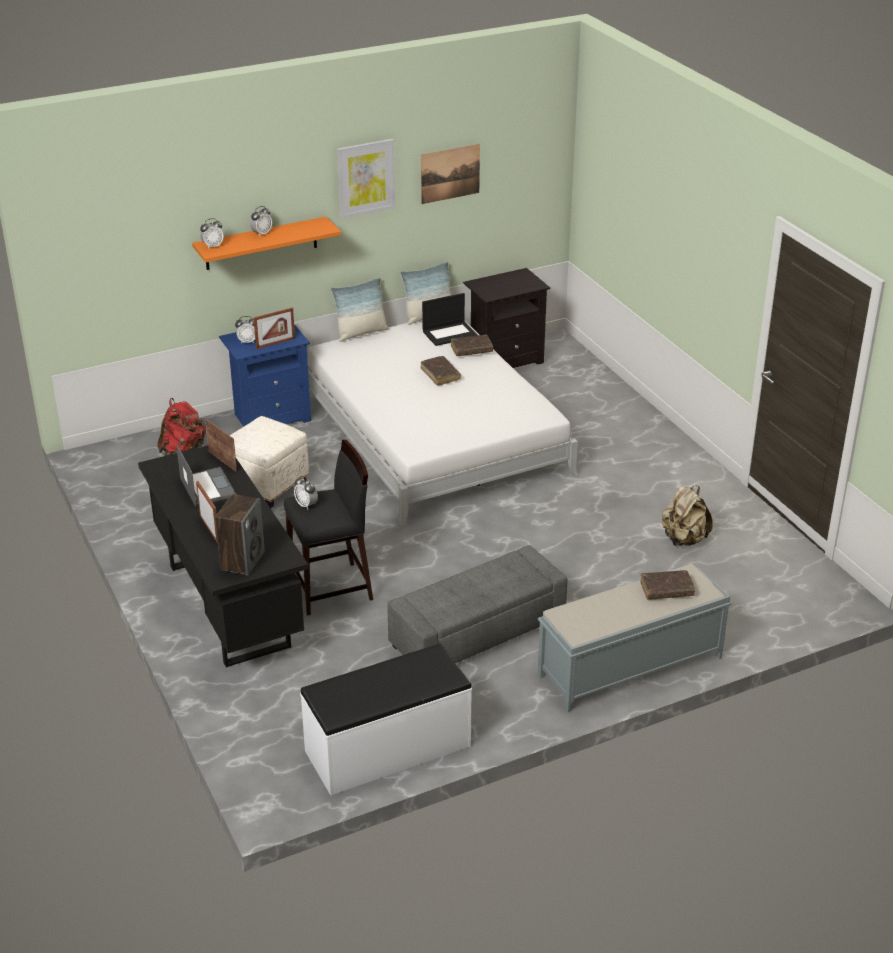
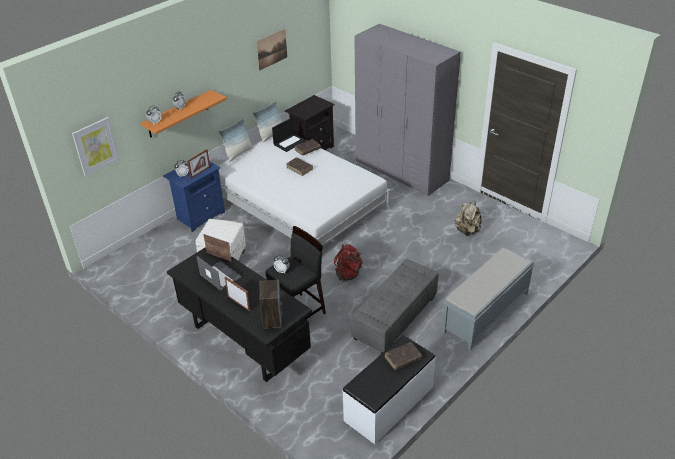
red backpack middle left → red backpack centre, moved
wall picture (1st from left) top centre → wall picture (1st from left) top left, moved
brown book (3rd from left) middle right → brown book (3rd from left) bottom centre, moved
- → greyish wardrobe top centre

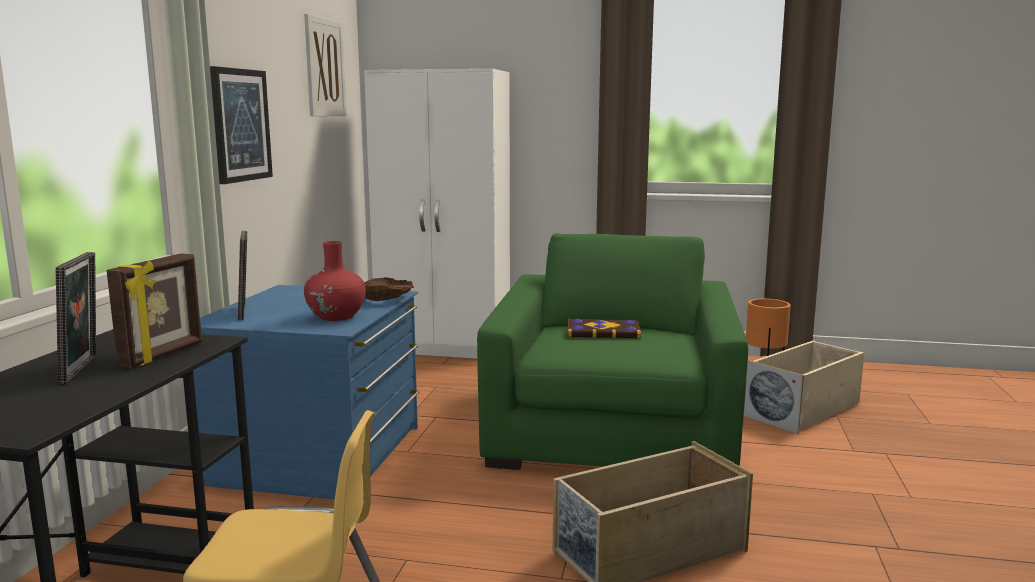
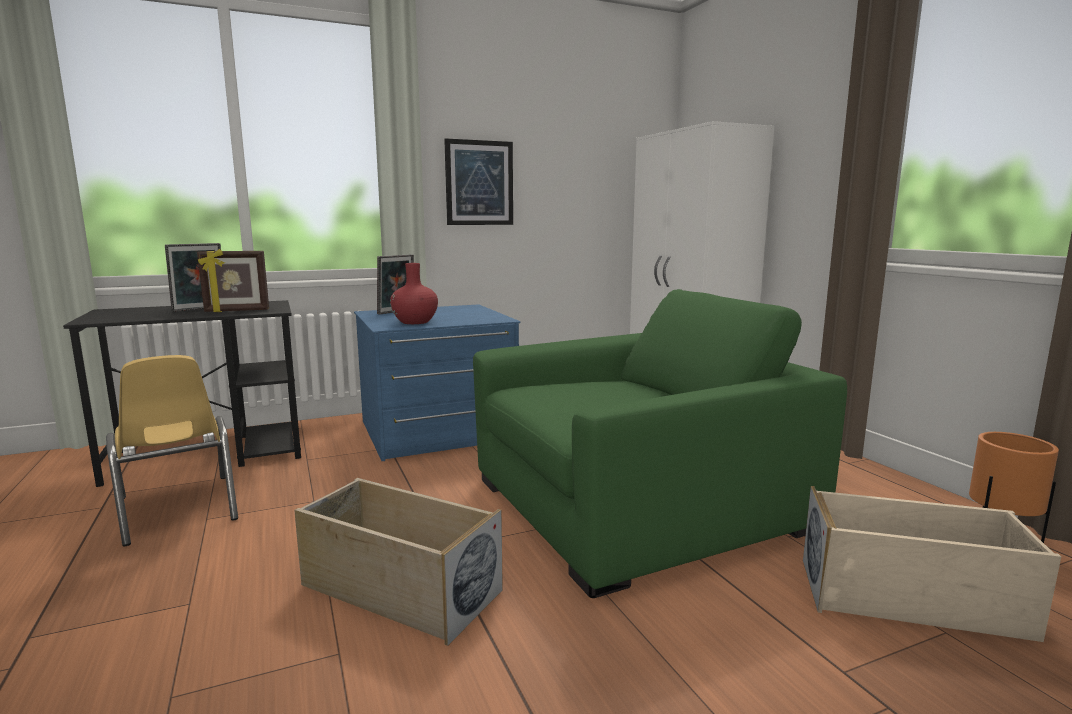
wall picture (2nd from left) top left → -
brown serving bowl centre → -
book centre → -

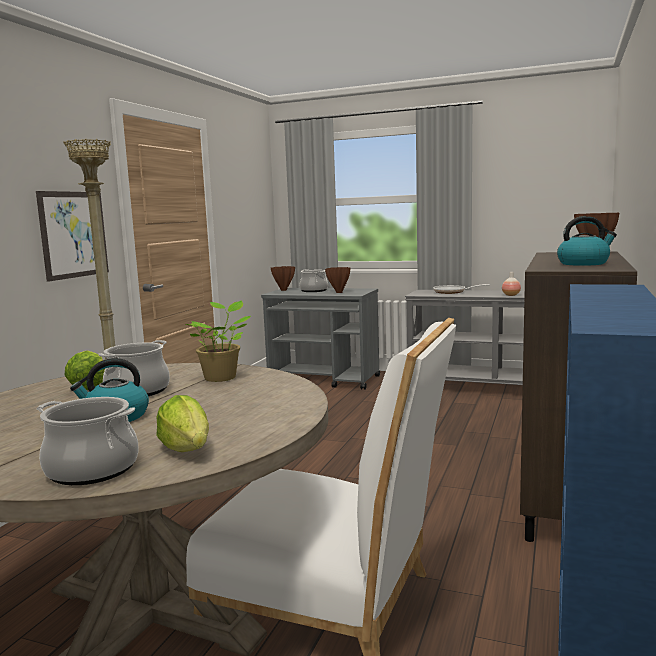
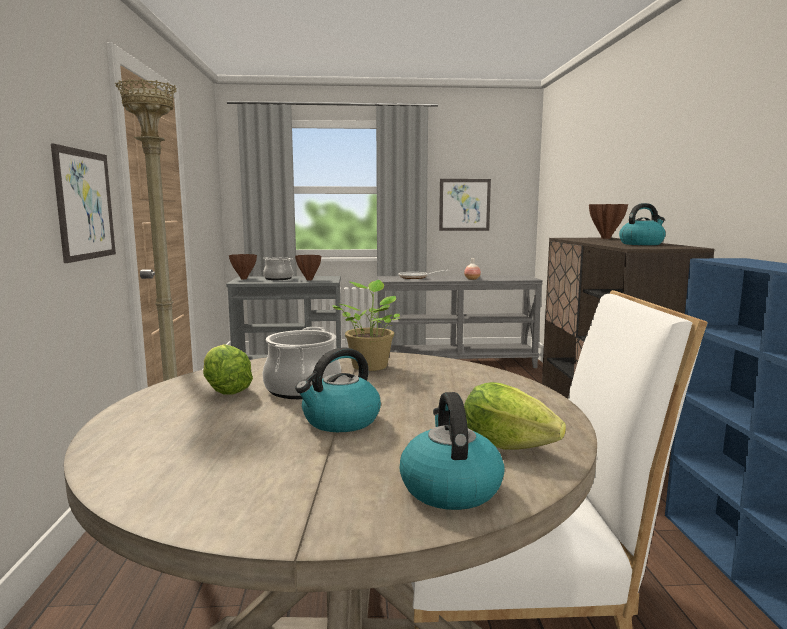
stockpot (1st from left) bottom left → tea kettle (2nd from left) bottom centre
- → wall picture (2nd from left) top centre

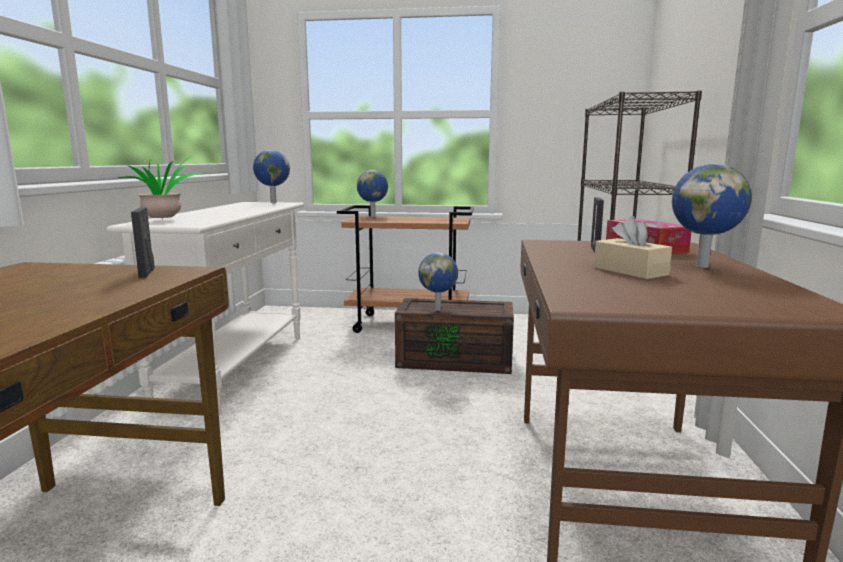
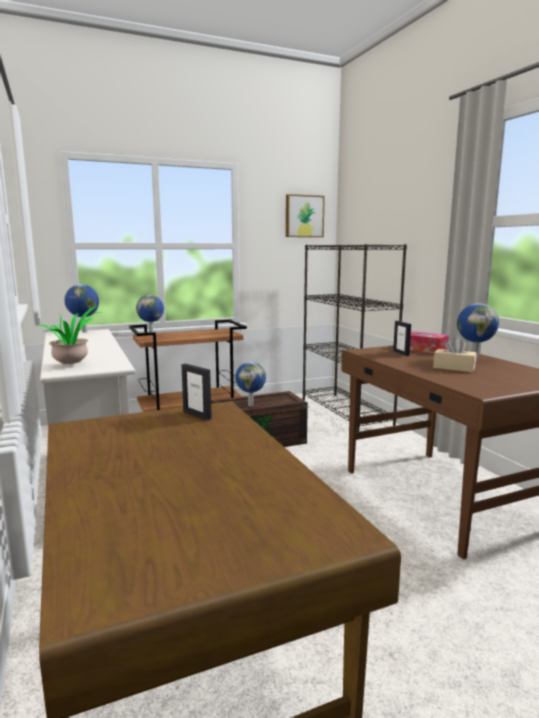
- → wall picture top centre

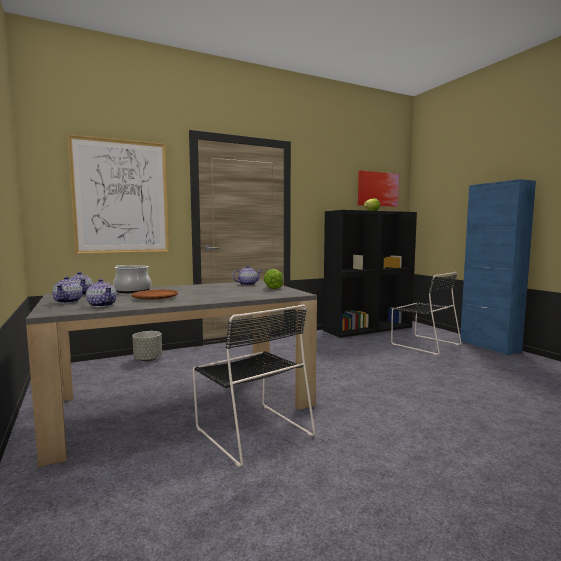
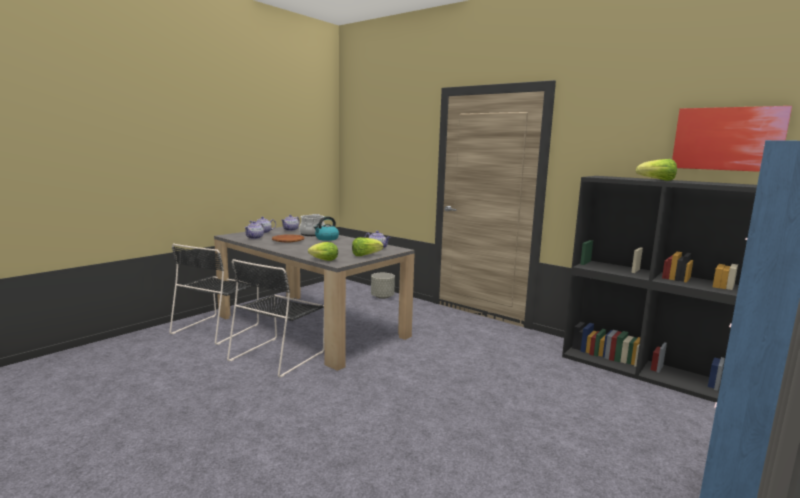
wall picture (1st from left) middle left → -
black plain chair (2nd from left in the first image) middle right → black plain chair (1st from left) middle left, moved
- → lettuce (1st from left) centre
- → tea kettle centre

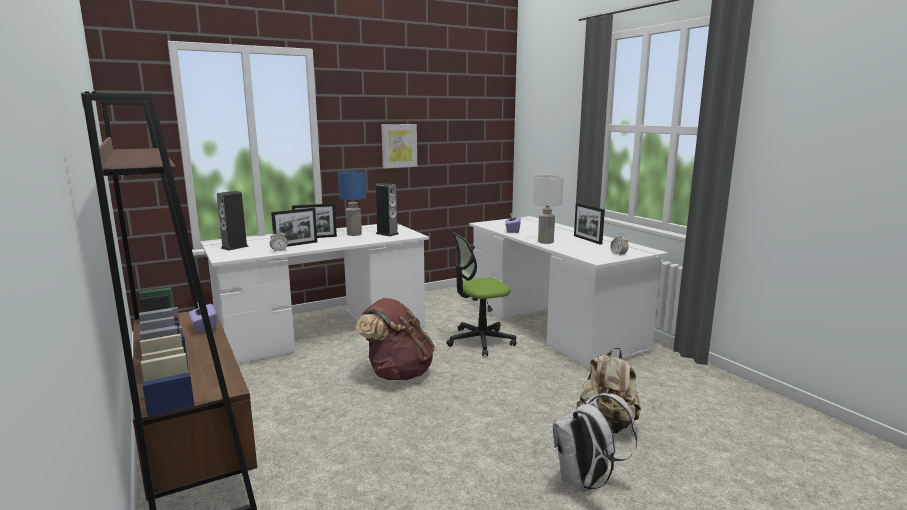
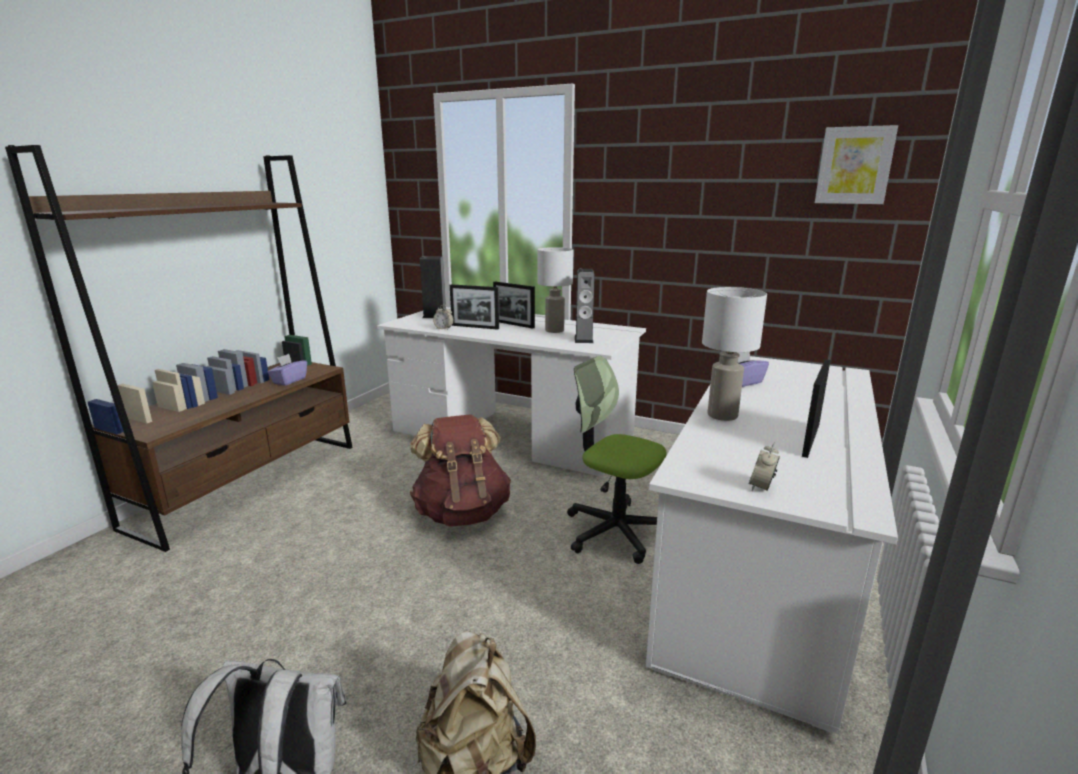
bluish tabletop lamp centre → white-coloured tabletop lamp (1st from left) centre
wall picture top centre → wall picture top right, moved

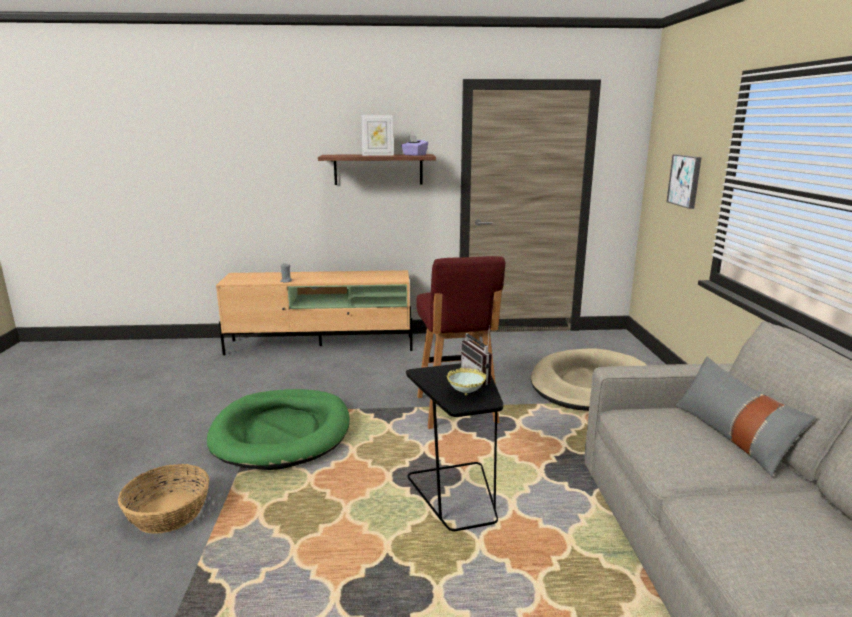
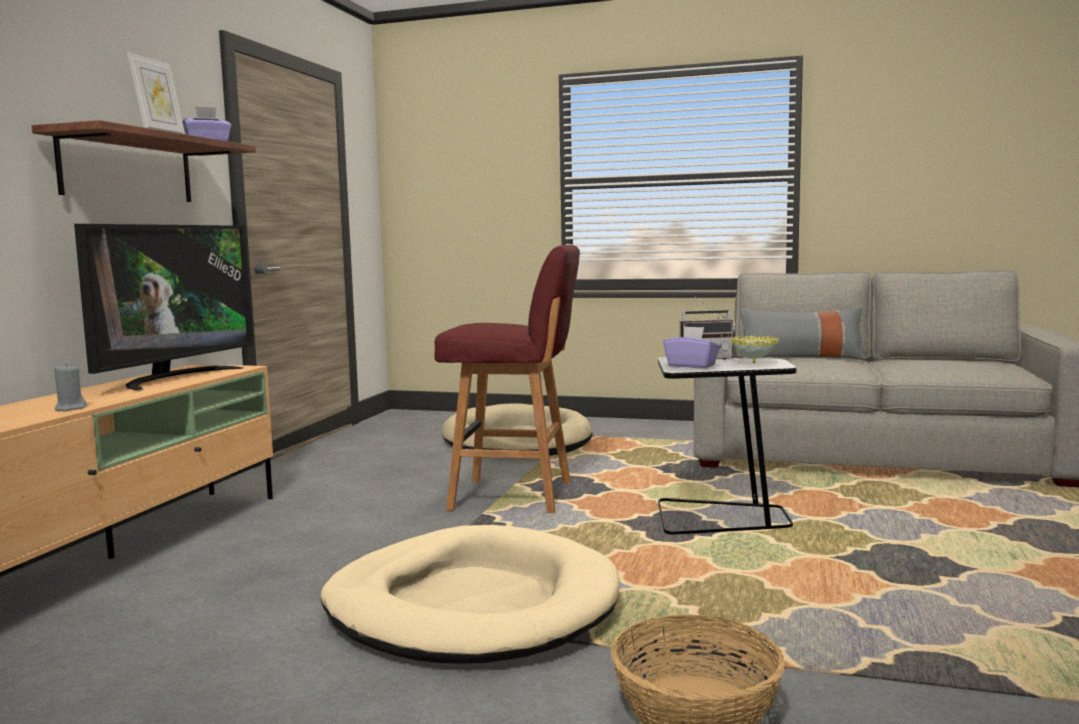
green pet bed bottom left → sand-coloured pet bed (1st from left) bottom centre
wall picture top right → -
- → TV set middle left
- → purplish tissue holder (2nd from left) centre

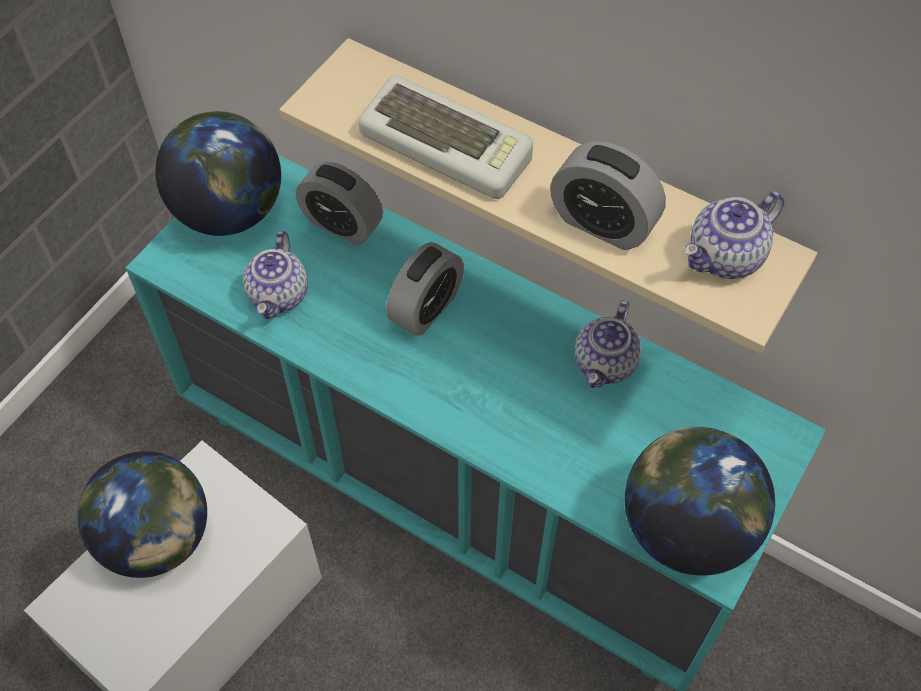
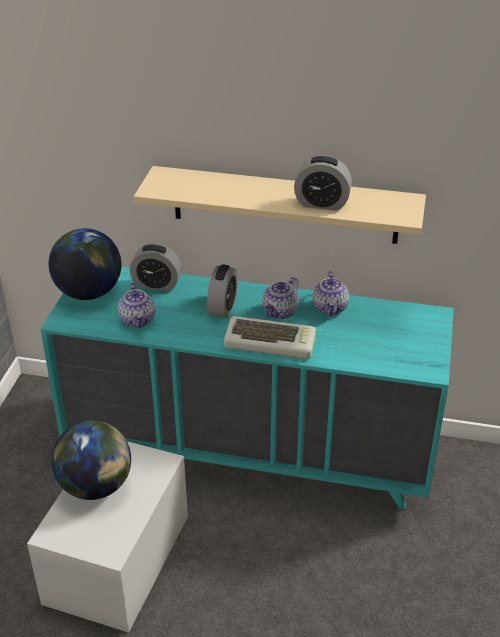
keyboard top centre → keyboard centre, moved
desk globe (3rd from left) bottom right → -
pot for tea (3rd from left in the first image) middle right → pot for tea (2nd from left) centre, moved

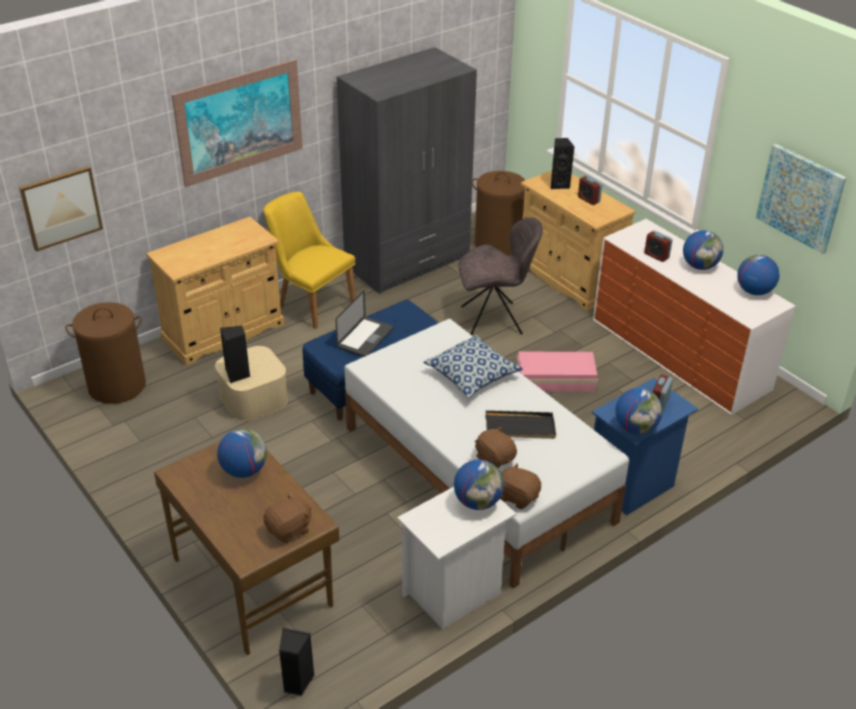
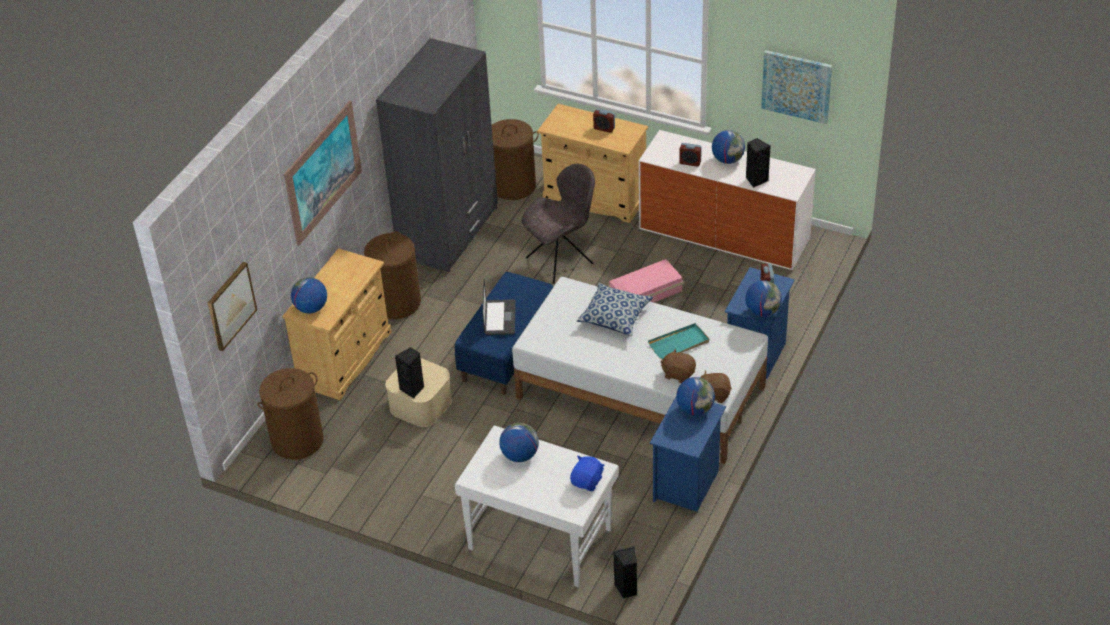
brown desk unit bottom left → white-coloured desk unit bottom centre
yellowish plain chair centre → brown washing basket (2nd from left) centre
brown soft toy (1st from left) bottom centre → bluish soft toy bottom centre
white-coloured bedside table bottom centre → bluish bedside table (1st from left) bottom centre
black serving tray centre → turquoise serving tray centre
black speaker (3rd from left) top centre → black speaker (3rd from left) top right, moved
desk globe (5th from left in the first image) middle right → desk globe (1st from left) middle left, moved

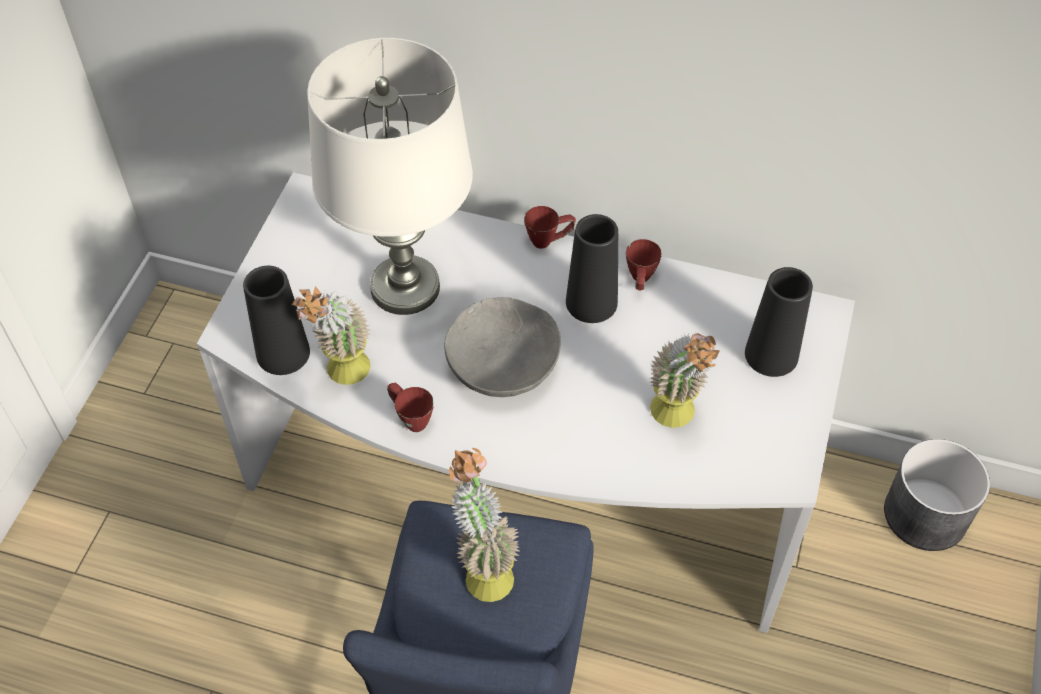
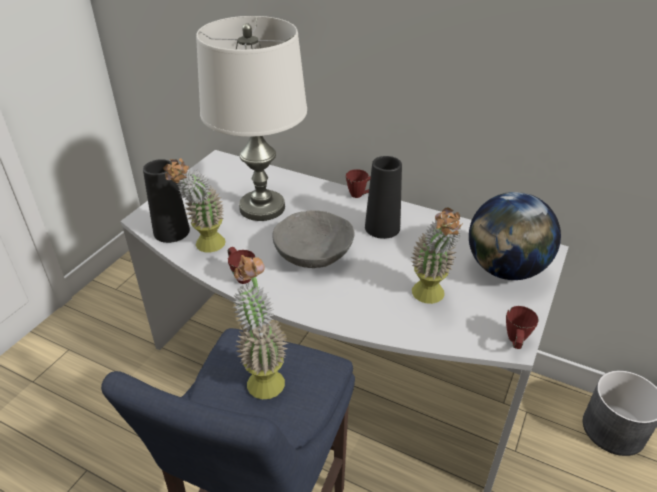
red tea mug (3rd from left) centre → red tea mug (3rd from left) middle right, moved
black vase (3rd from left) middle right → desk globe middle right

